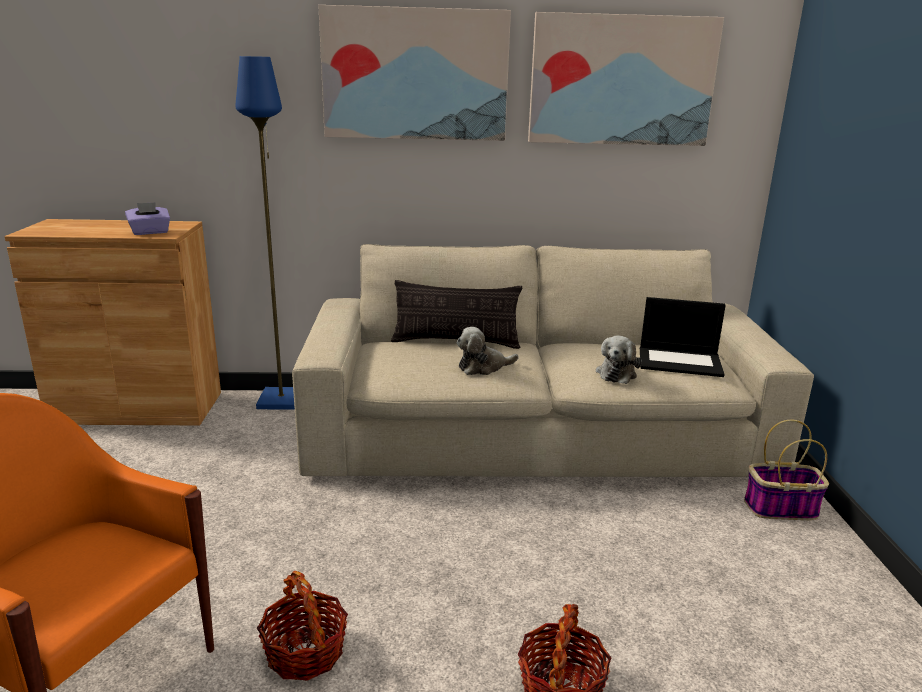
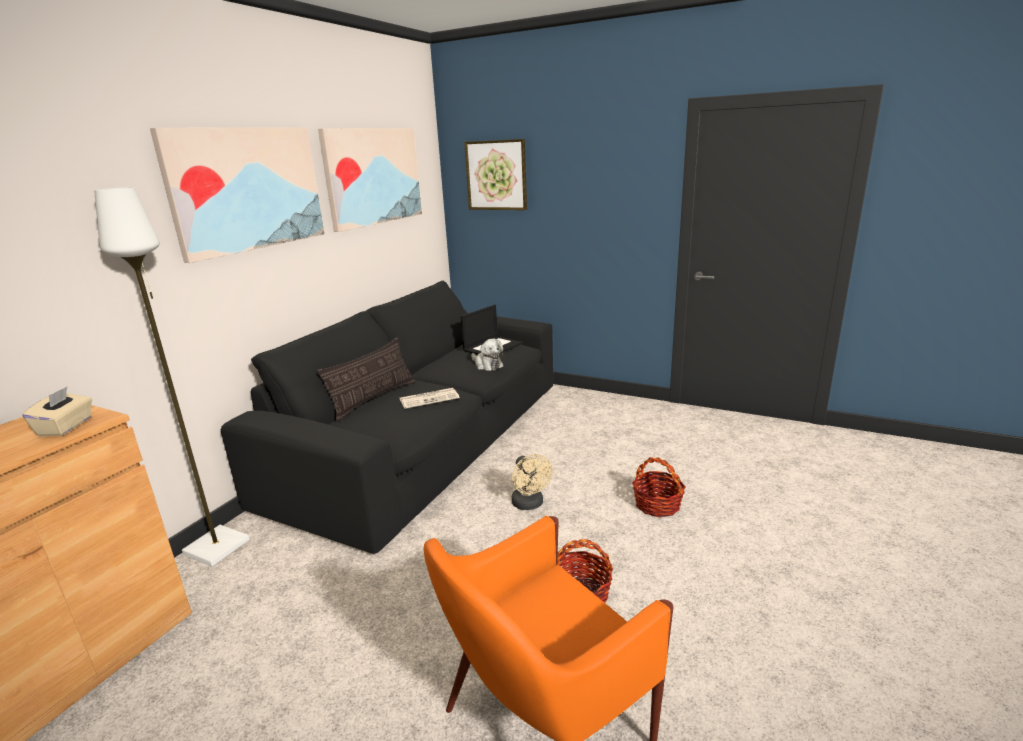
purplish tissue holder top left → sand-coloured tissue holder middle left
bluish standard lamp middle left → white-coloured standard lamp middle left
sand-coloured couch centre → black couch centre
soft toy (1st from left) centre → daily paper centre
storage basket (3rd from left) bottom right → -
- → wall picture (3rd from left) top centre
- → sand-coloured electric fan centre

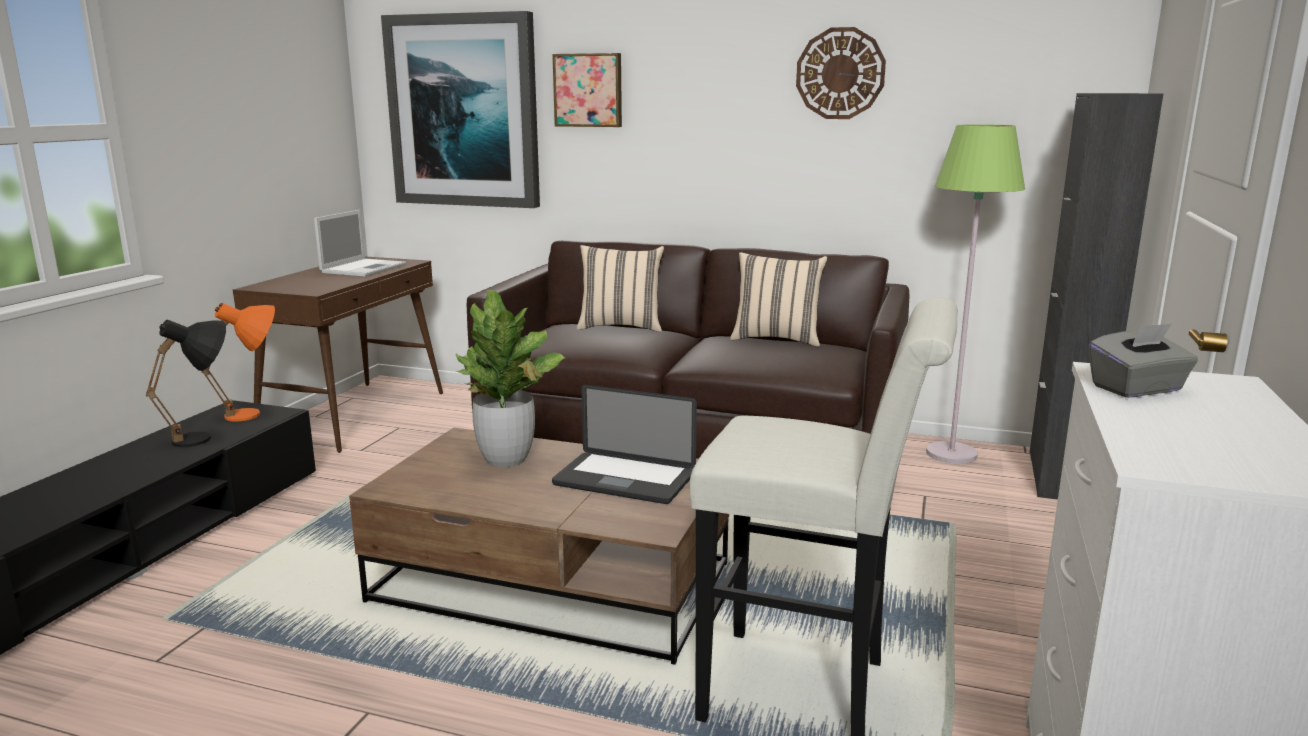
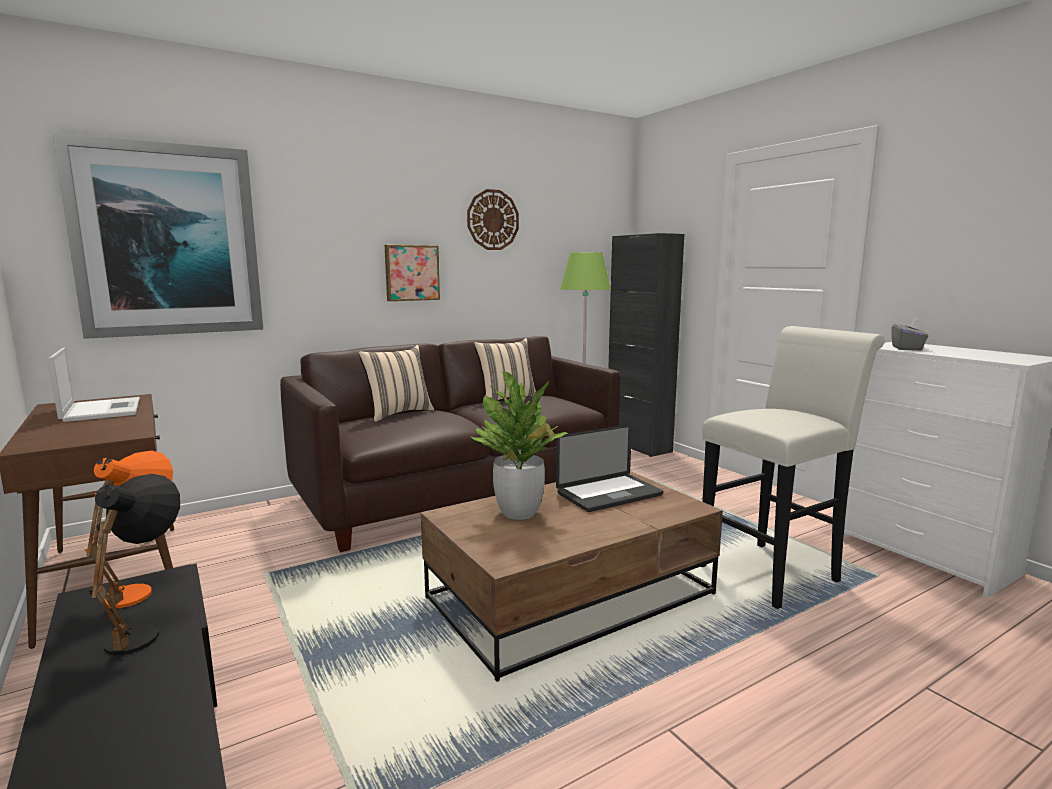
wall picture (2nd from left) top centre → wall picture (2nd from left) centre, moved

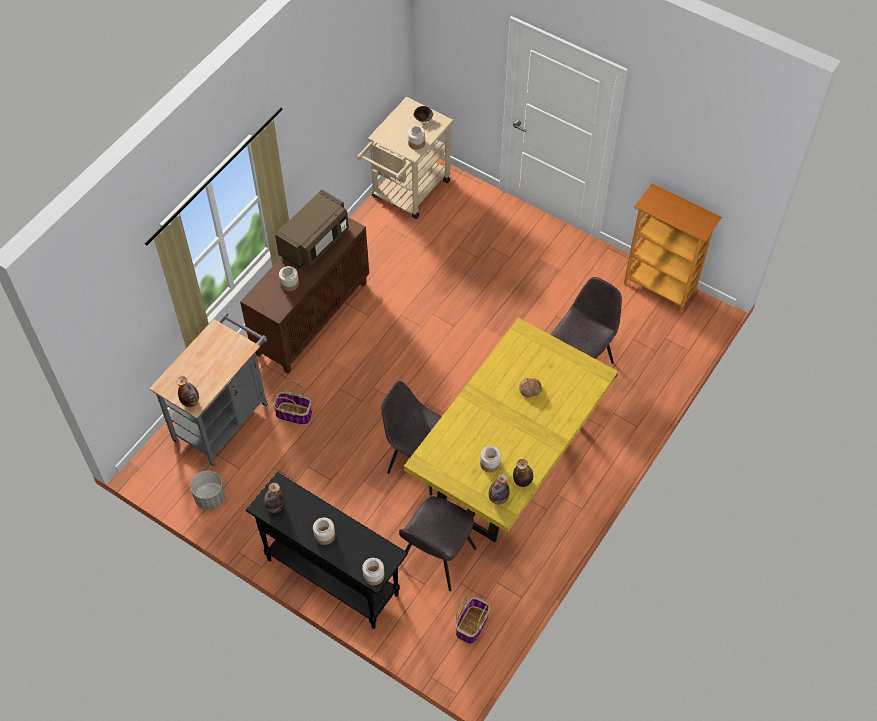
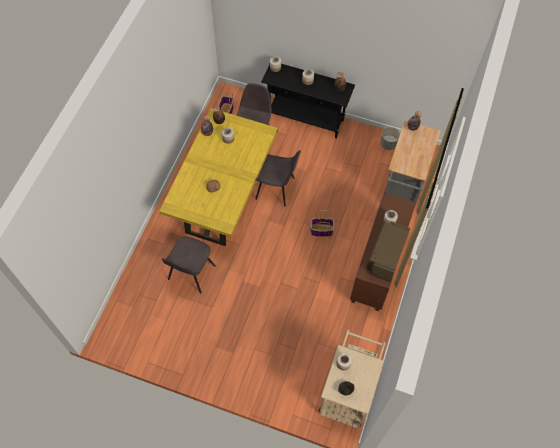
storage basket (1st from left in the first image) middle left → storage basket (2nd from left) centre, moved
bookcase middle right → -

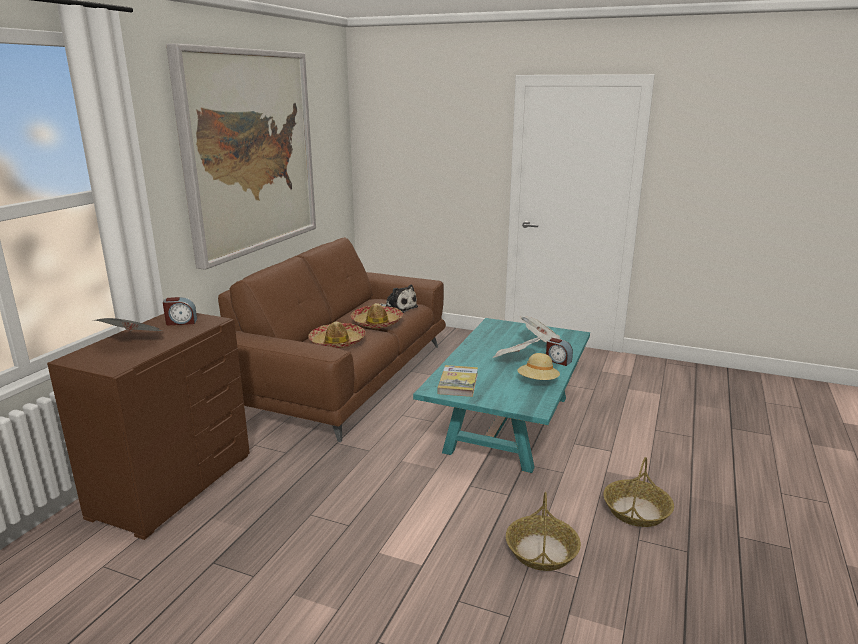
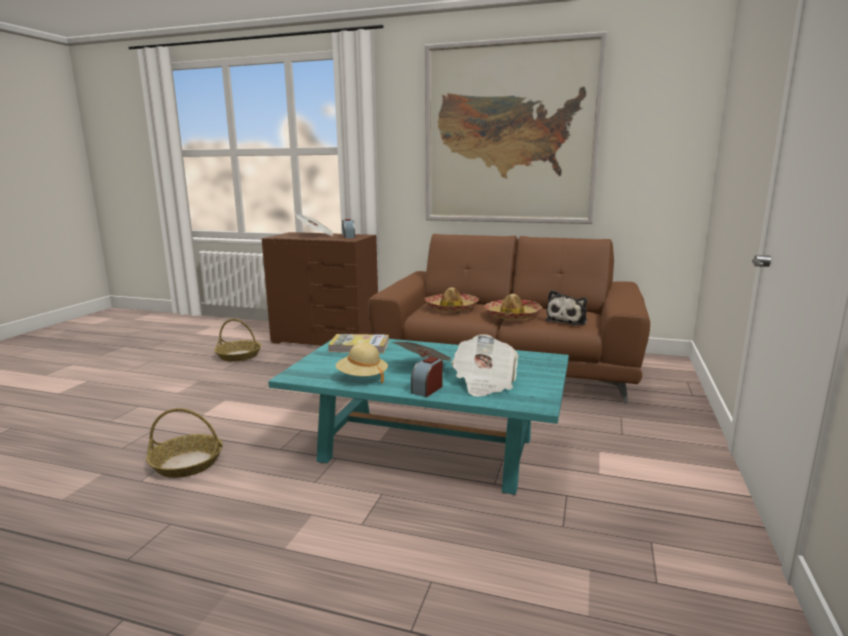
storage basket (2nd from left) bottom right → storage basket (2nd from left) middle left, moved

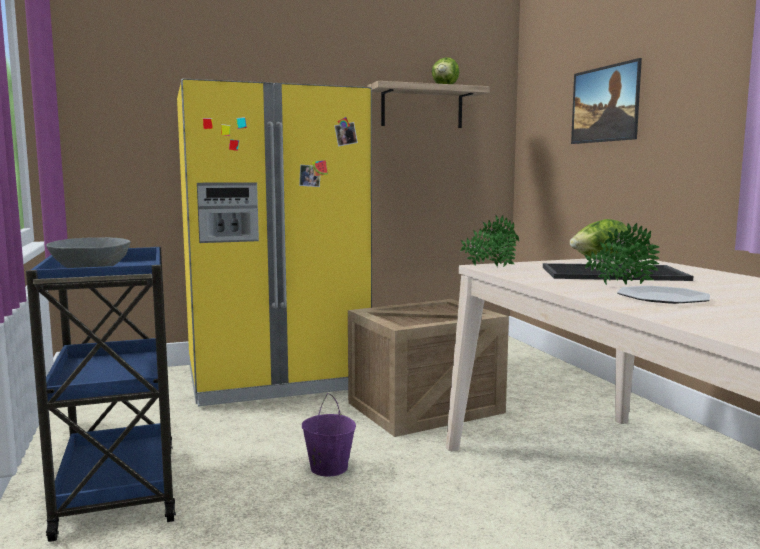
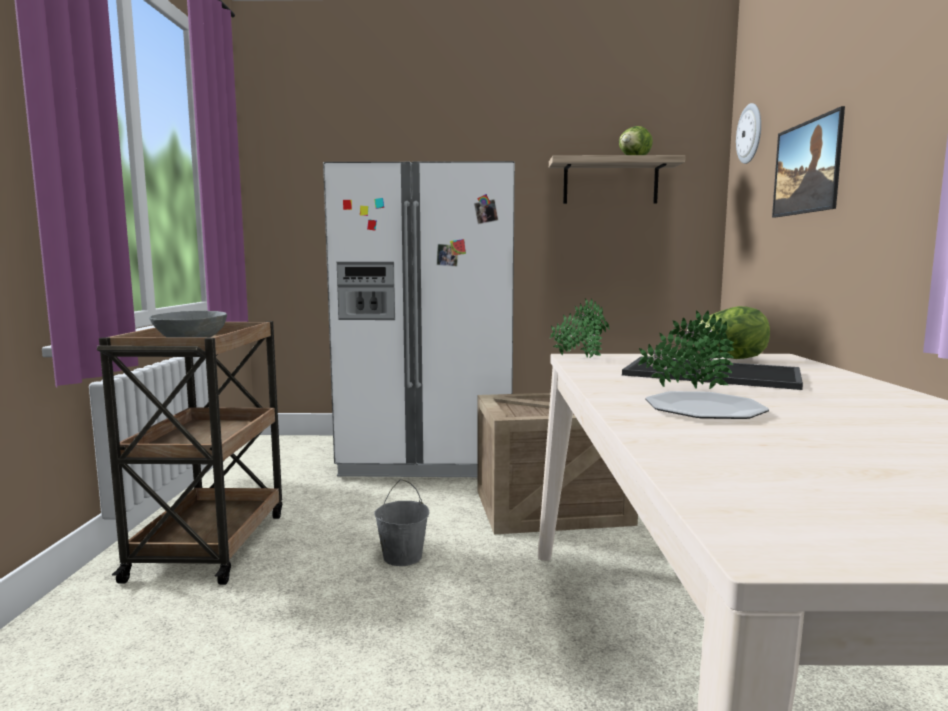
bluish wheeled cart bottom left → brown wheeled cart middle left
yellowish fridge centre → white-coloured fridge centre
purplish bucket bottom centre → greyish bucket bottom centre
- → hanging clock top right

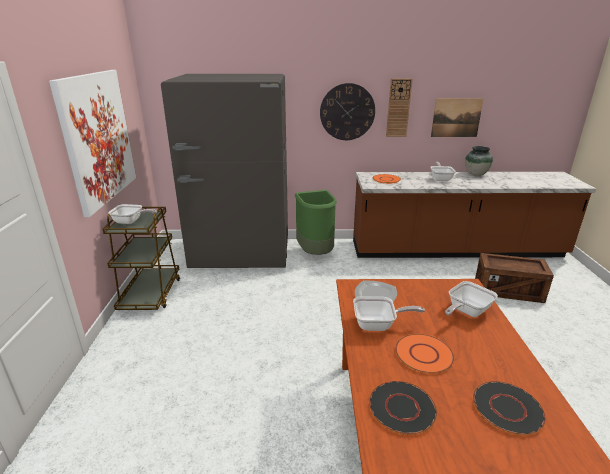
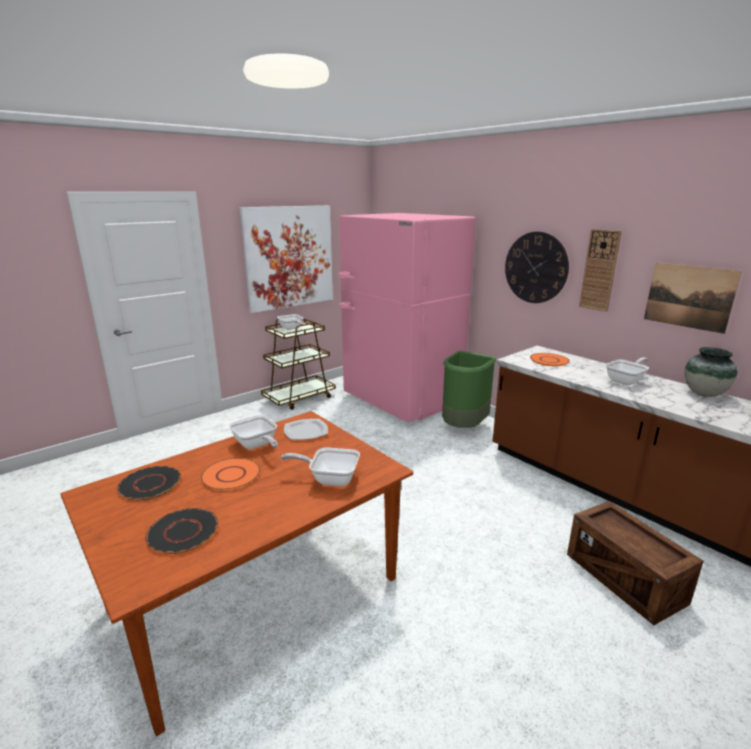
greyish fridge centre → pink-coloured fridge centre

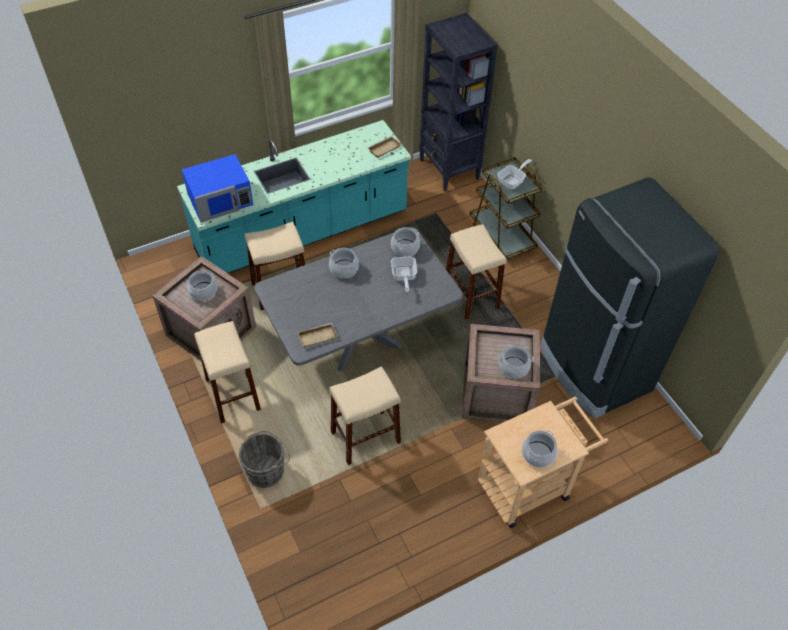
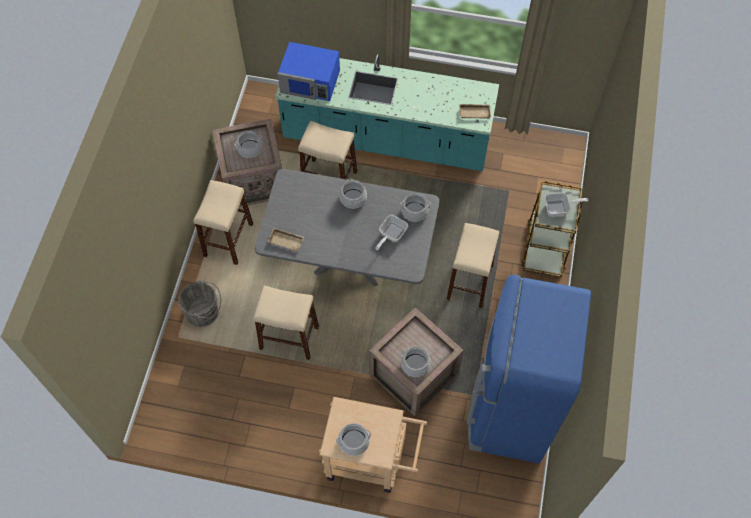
black bookcase top centre → -
black fridge middle right → bluish fridge bottom right

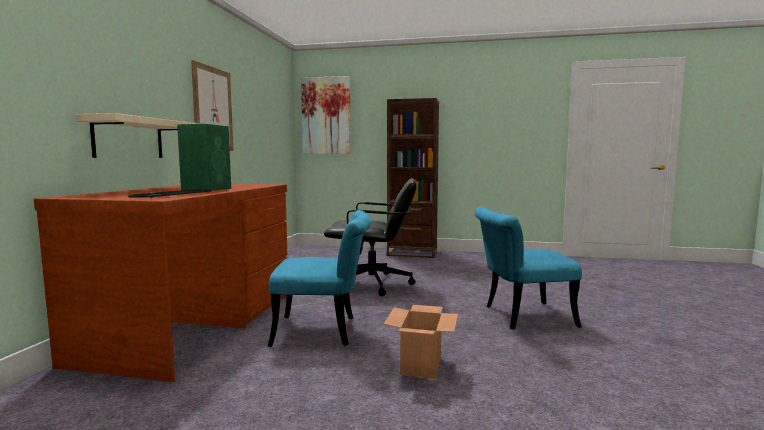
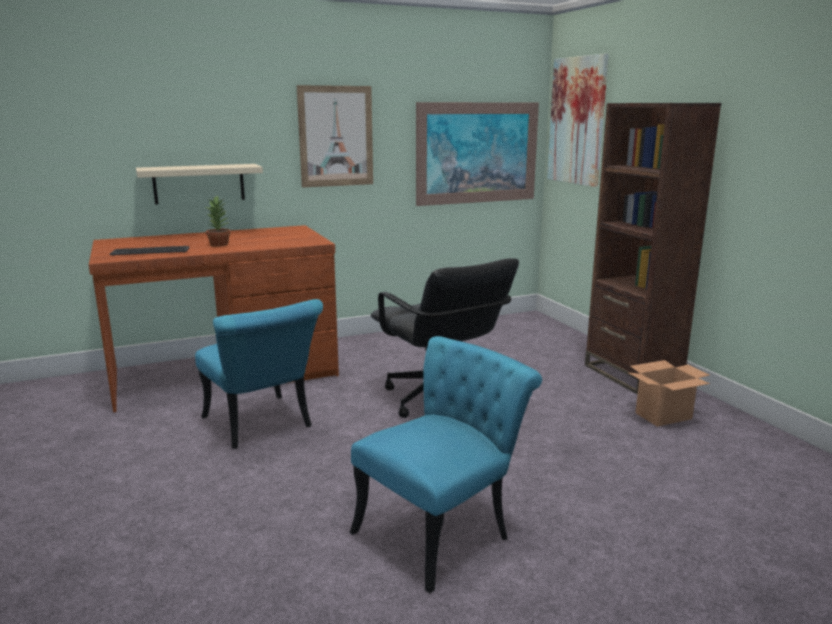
green speaker middle left → potted plant middle left
carton bottom centre → carton middle right, moved
turquoise plain chair (2nd from left) middle right → turquoise plain chair (2nd from left) bottom centre, 90 degrees clockwise
- → wall picture (2nd from left) top centre

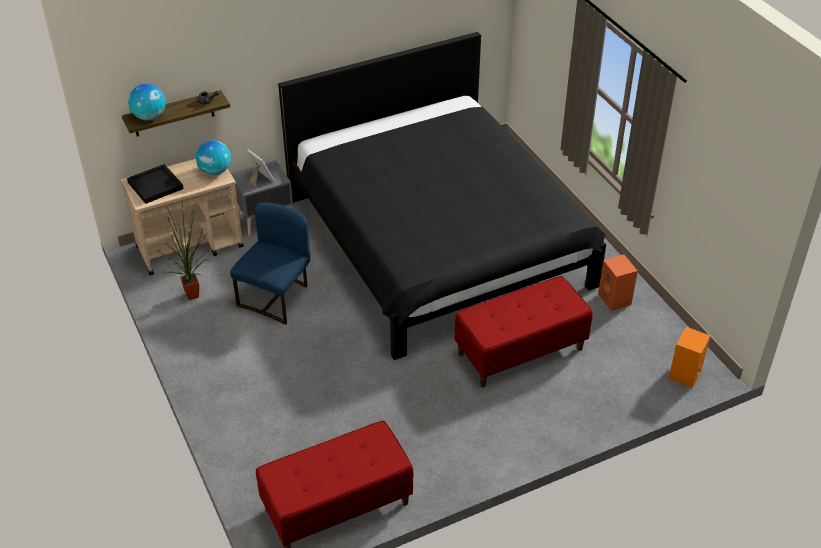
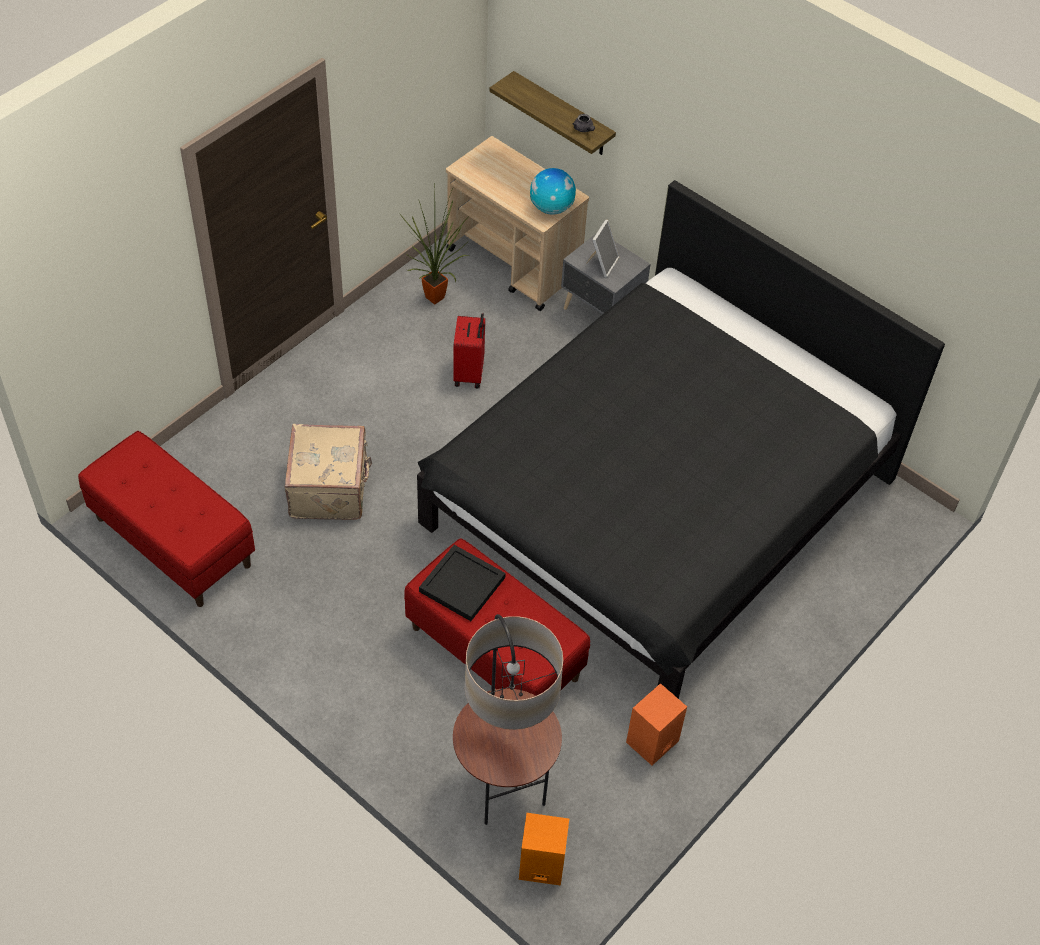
black serving tray middle left → black serving tray centre, moved
desk globe (1st from left) top left → -
bluish plain chair middle left → red piece of luggage centre
- → sand-coloured piece of luggage middle left
- → standard lamp bottom centre

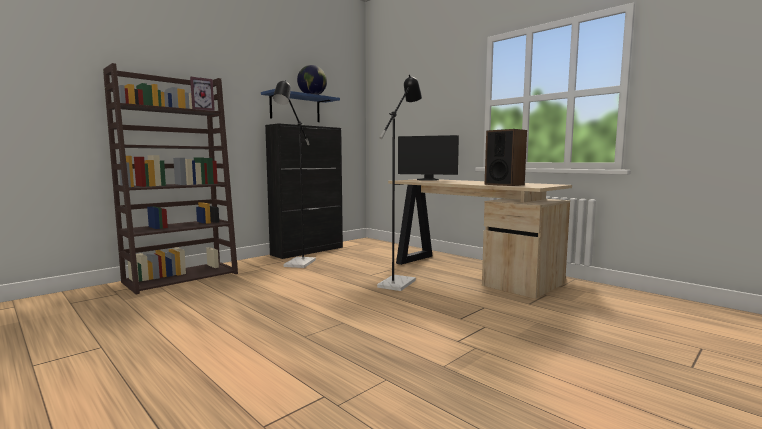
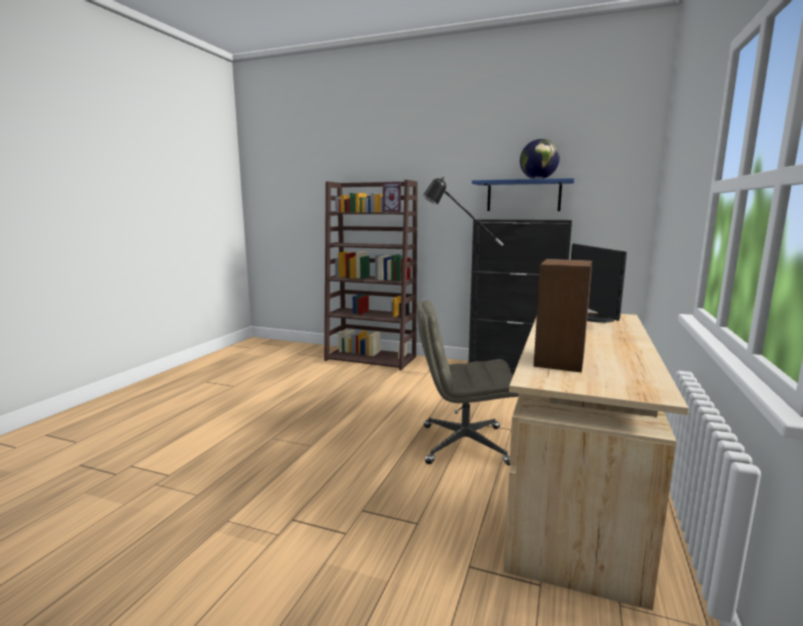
black standard lamp (2nd from left) centre → greyish desk chair centre

